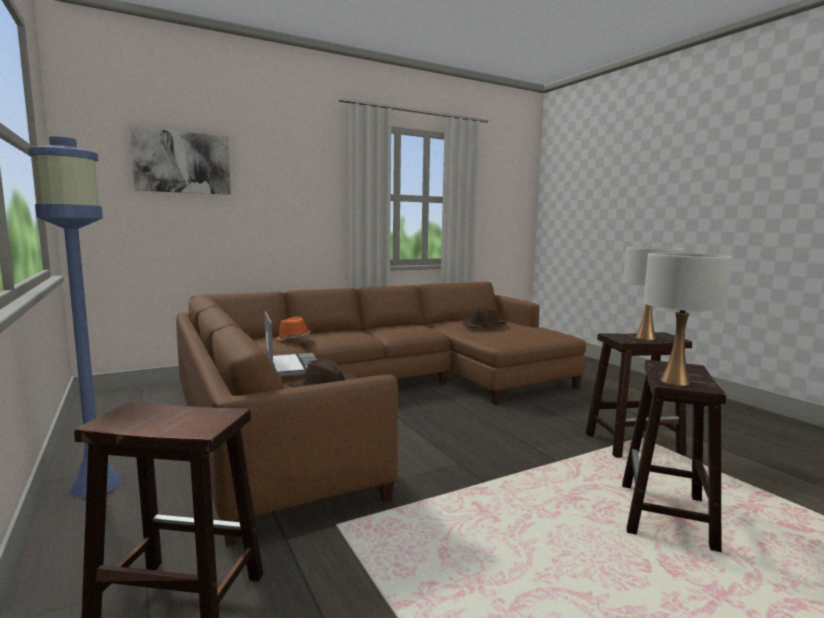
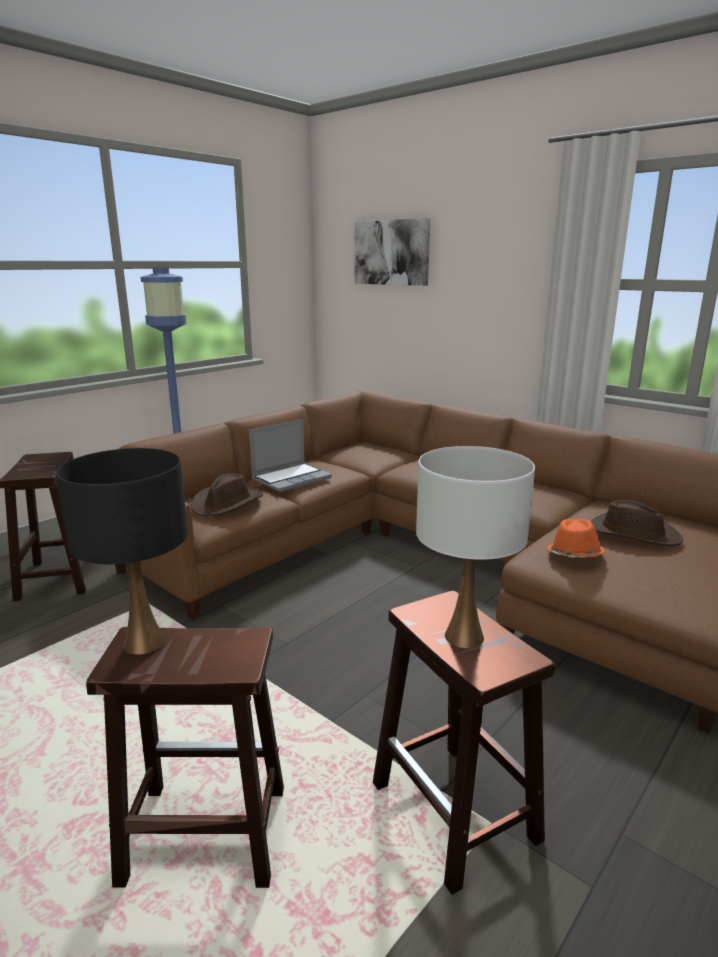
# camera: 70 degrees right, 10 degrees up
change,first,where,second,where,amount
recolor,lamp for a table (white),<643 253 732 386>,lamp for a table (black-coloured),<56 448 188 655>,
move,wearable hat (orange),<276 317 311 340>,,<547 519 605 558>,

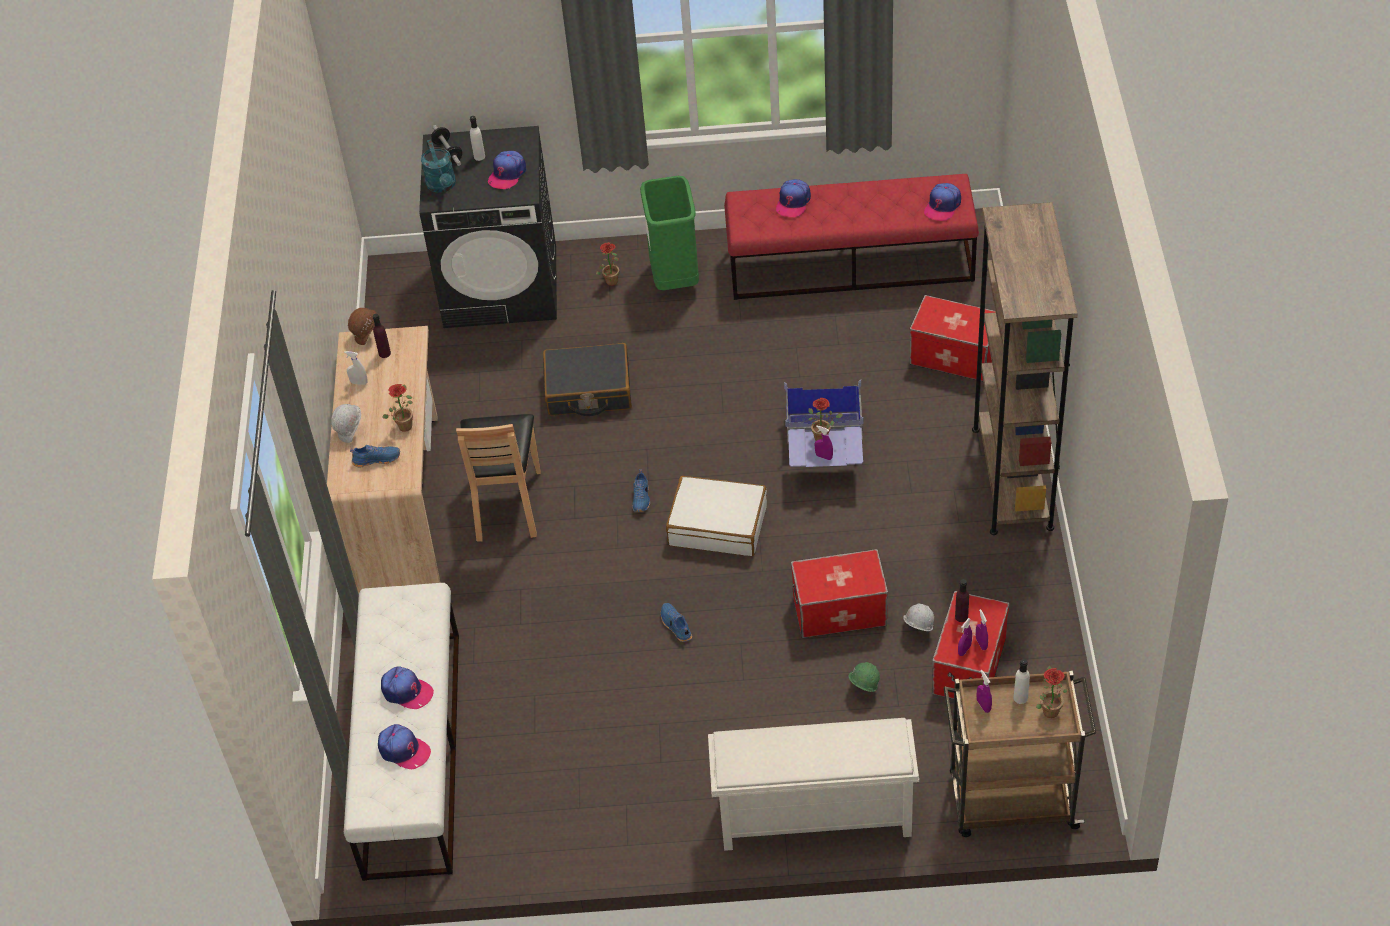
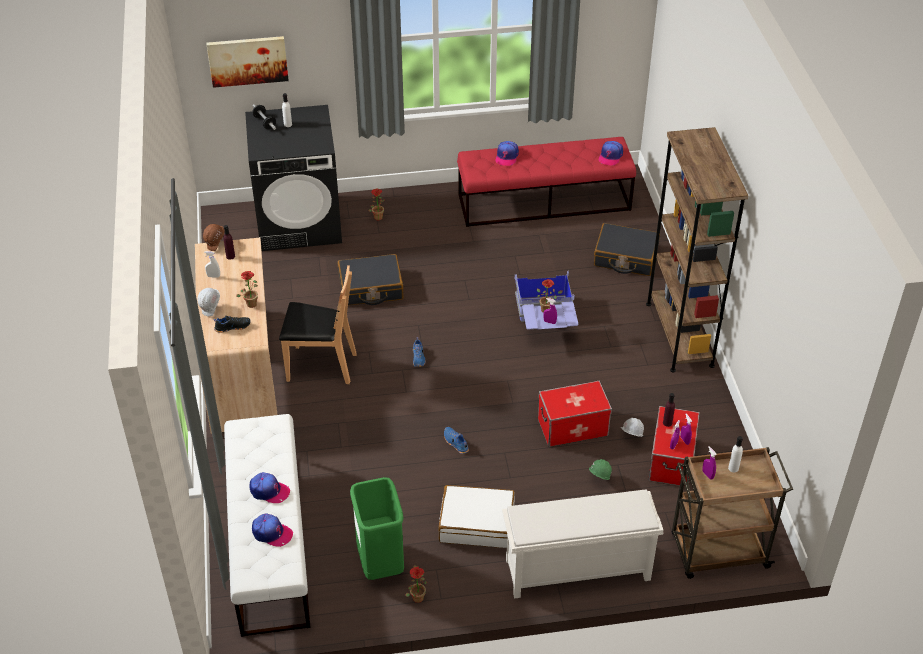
# camera: 10 degrees left, 5 degrees down
change,first,where,second,where,amount
delete,watering pot (turquoise),<421 139 456 193>,,,
delete,baseball cap,<488 151 526 189>,,,
move,trash can (green-coloured),<640 176 699 290>,,<350 477 404 580>,
replace,storage bin,<909 295 996 381>,piece of luggage (black-coloured),<594 223 660 276>,
rotate,chair (brownish),<456 414 541 541>,,<279 265 357 384>,75 degrees counterclockwise
recolor,item of footwear (bluish),<350 445 400 467>,item of footwear (black-coloured),<214 316 250 333>,
move,piece of luggage (white),<666 476 767 556>,,<438 485 515 548>,
move,potted plant,<1036 666 1068 718>,,<406 565 427 603>,
insert,,,wall picture,<206 36 289 88>,

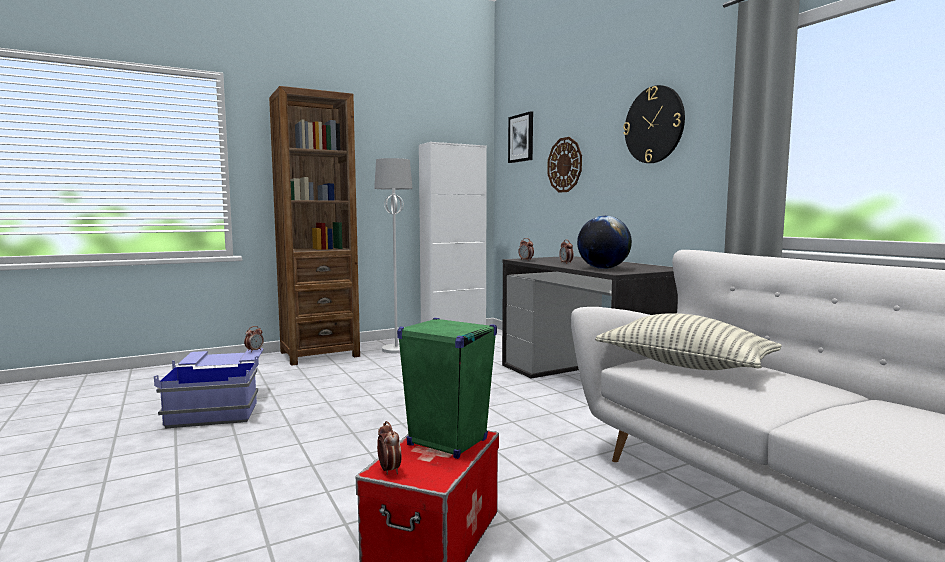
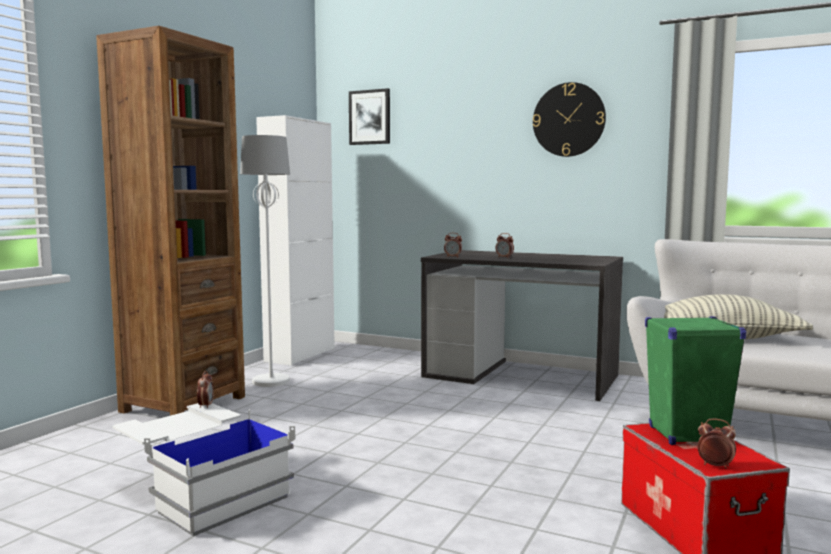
# camera: 35 degrees left, 0 degrees up
change,first,where,second,where,amount
delete,clock on the wall,<547 137 582 193>,,,
delete,desk globe,<577 216 632 269>,,,
recolor,storage bin (bluish),<154 348 264 429>,storage bin (white),<113 403 295 536>,

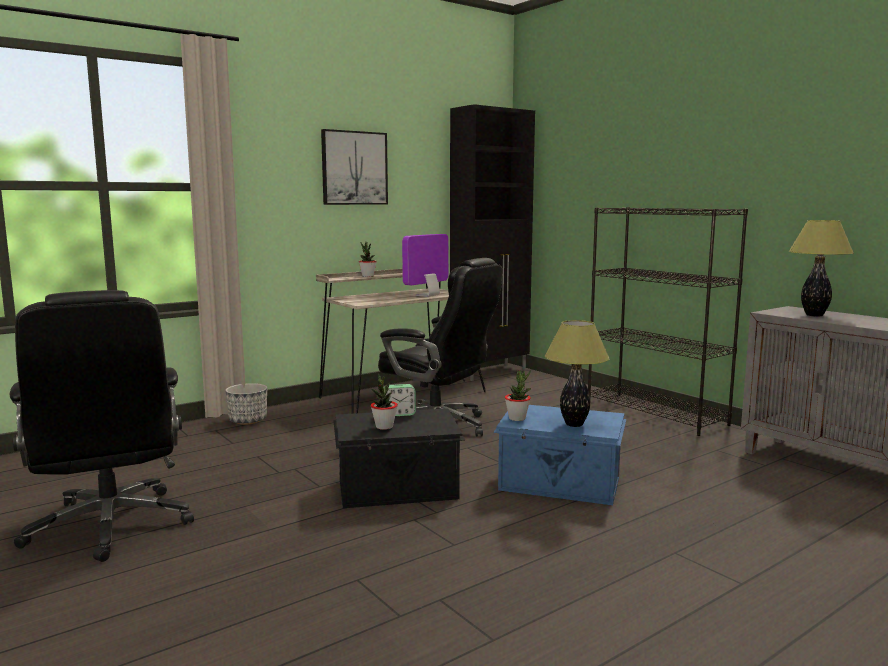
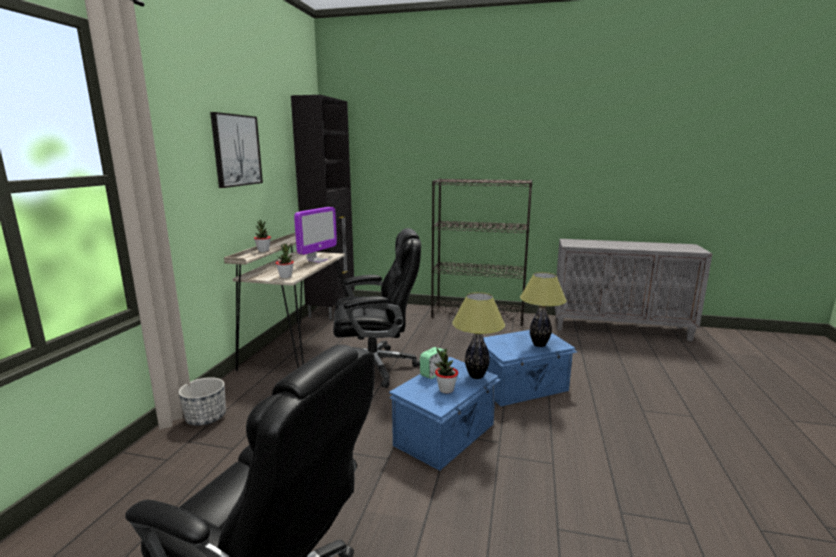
# camera: 40 degrees left, 5 degrees up
change,first,where,second,where,amount
move,lamp for a table,<789 220 854 317>,,<452 292 505 379>,
rotate,computer display,<402 234 448 297>,,<294 207 337 263>,150 degrees counterclockwise
move,potted plant,<505 370 531 421>,,<276 243 294 278>,
recolor,storage bin (black-coloured),<334 408 465 508>,storage bin (bluish),<389 357 501 471>,

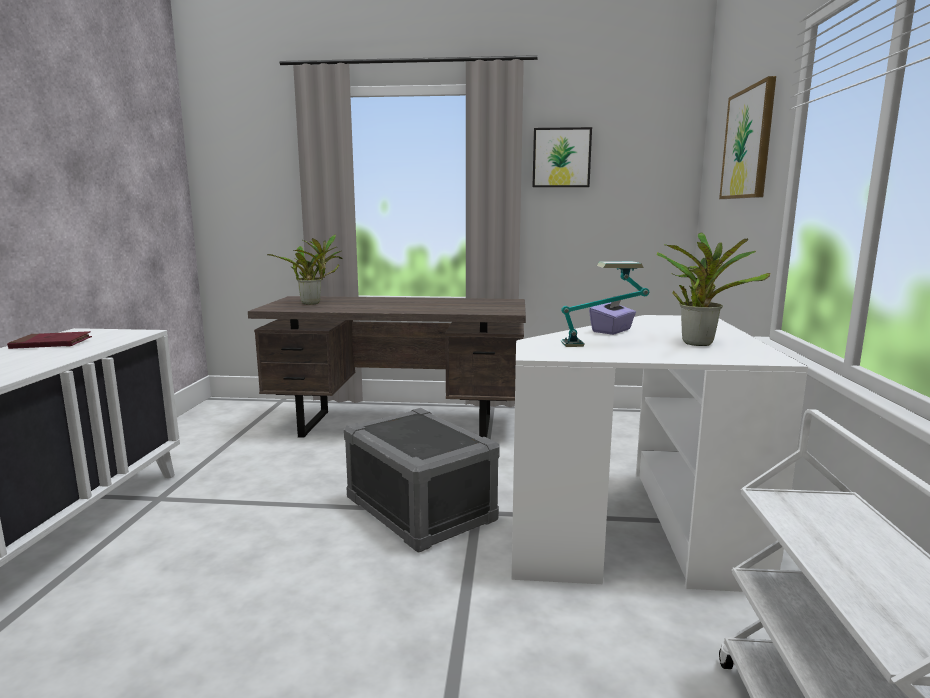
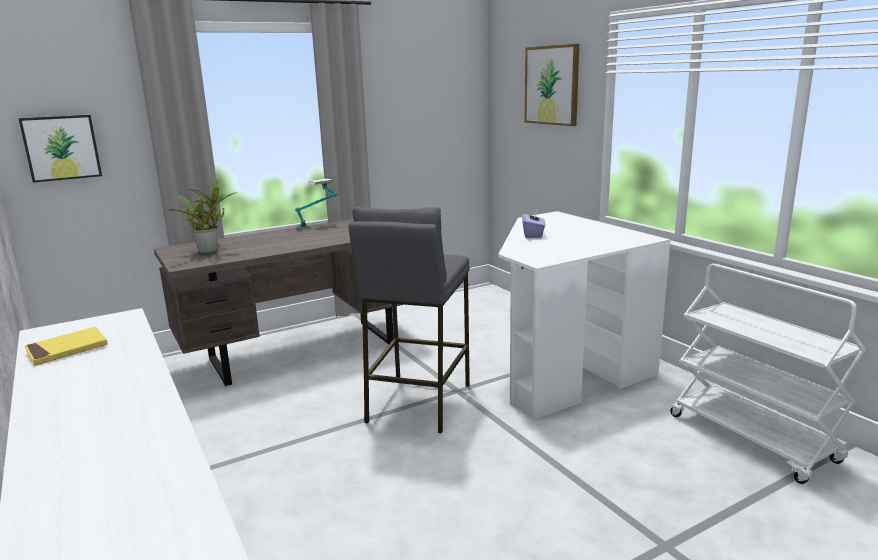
# camera: 35 degrees left, 5 degrees up
change,first,where,second,where,amount
move,wall picture,<533 127 592 187>,,<19 115 102 183>,
delete,potted plant,<656 232 770 346>,,,
move,lamp for a table,<561 261 649 347>,,<295 178 338 230>,
recolor,bound book (red),<7 331 92 349>,bound book (yellowish),<25 327 108 366>,
replace,storage bin (gray),<344 408 500 553>,stool (gray),<349 207 470 433>,

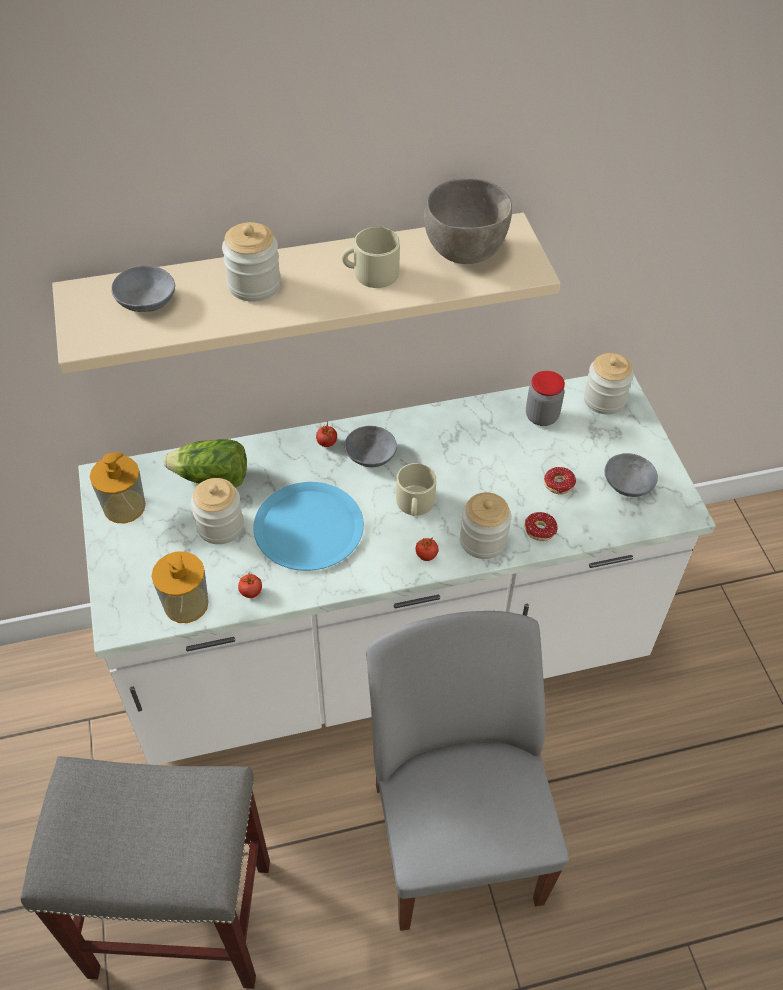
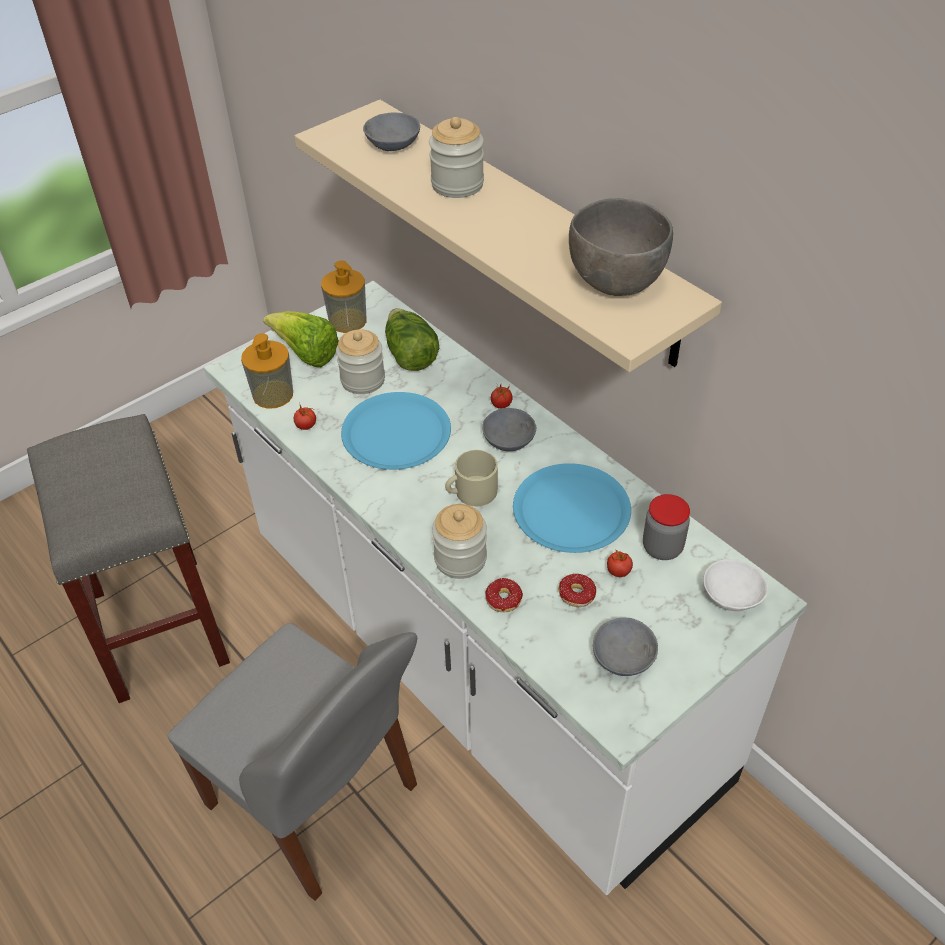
# camera: 65 degrees right, 5 degrees down
change,first,where,second,where,amount
delete,coffee mug (beige),<342 227 400 288>,,,
replace,jar,<584 353 634 414>,bowl (white),<703 559 768 611>,
move,tomato,<416 537 439 561>,,<607 550 633 577>,
rotate,chair (gray),<367 611 569 931>,,<167 623 417 901>,75 degrees clockwise
insert,,,lettuce head,<263 311 339 367>,
insert,,,flat dish (bluish),<513 463 631 553>,

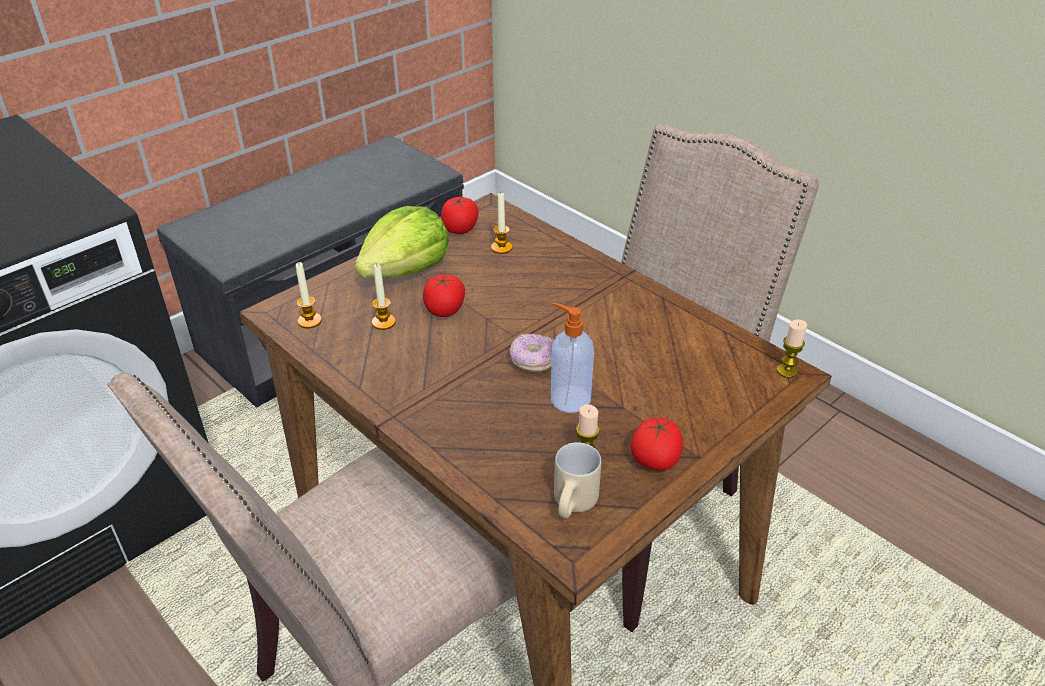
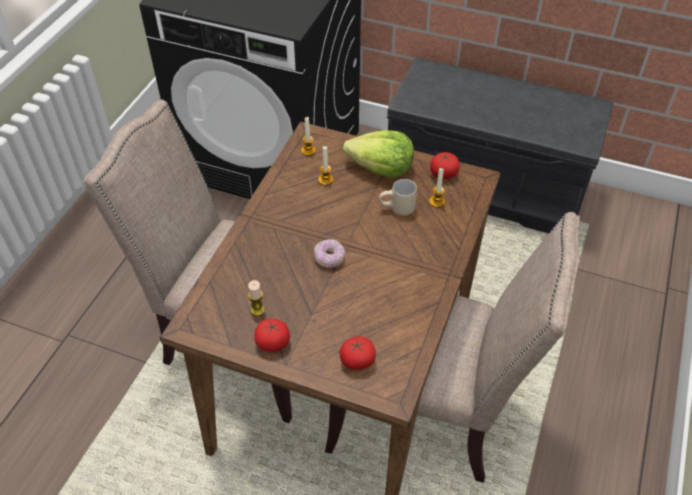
# camera: 65 degrees right, 10 degrees up
change,first,where,second,where,amount
move,tomato,<423 274 465 317>,,<340 336 376 370>,
delete,soap bottle,<551 302 594 413>,,,
delete,candle,<777 319 807 378>,,,
move,coffee mug (beige),<554 442 601 519>,,<379 179 417 216>,

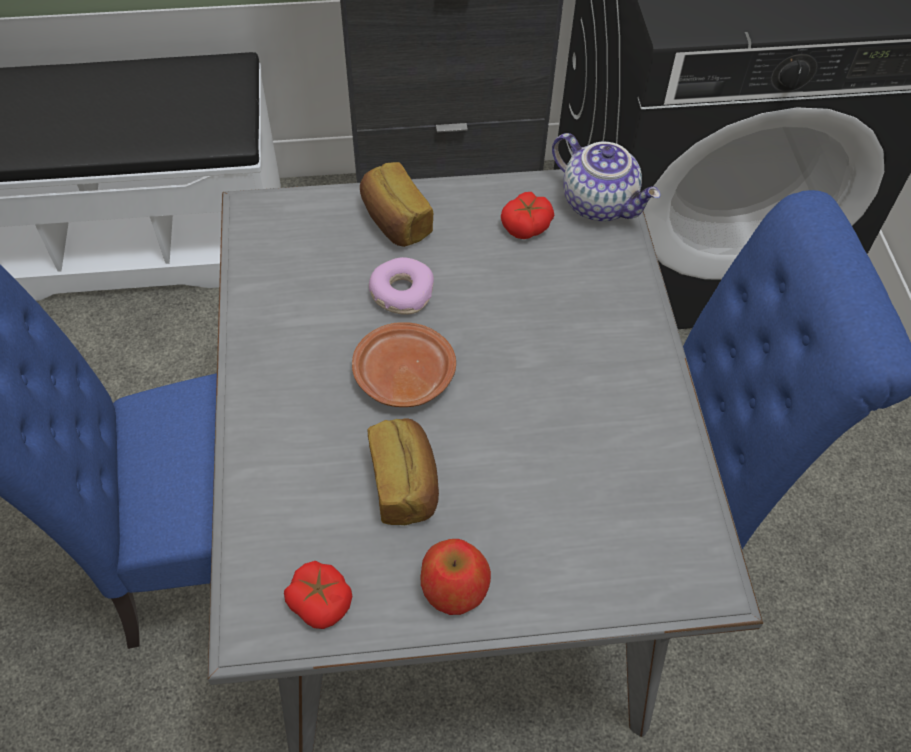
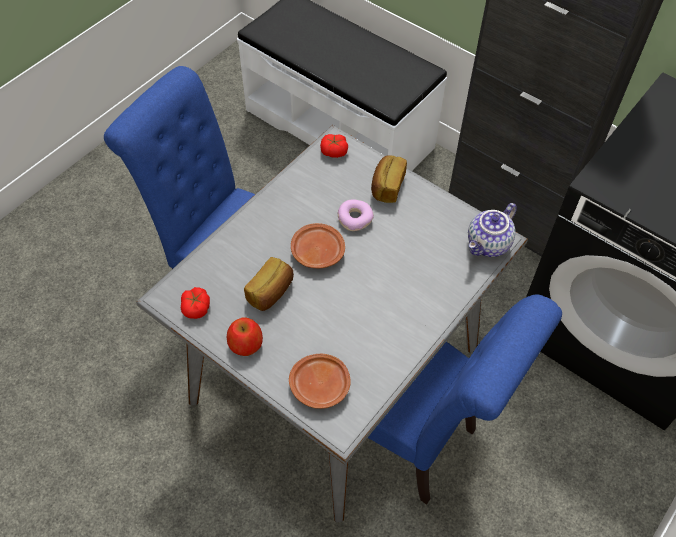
# camera: 45 degrees right, 0 degrees up
change,first,where,second,where,amount
rotate,pot for tea,<552 133 661 222>,,<468 203 517 257>,45 degrees clockwise
move,tomato,<501 192 554 239>,,<320 134 348 158>,
insert,,,flat dish (brownish),<289 354 351 409>,

